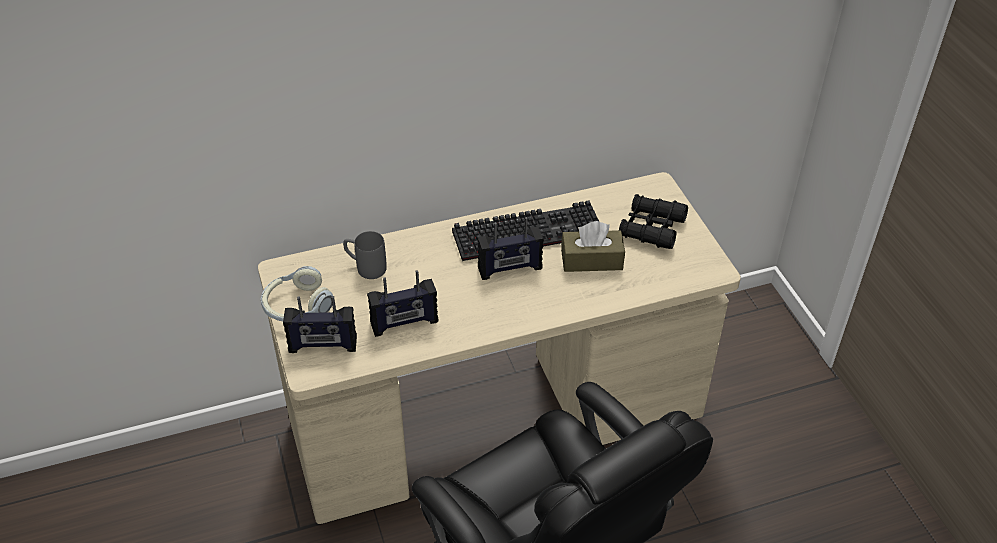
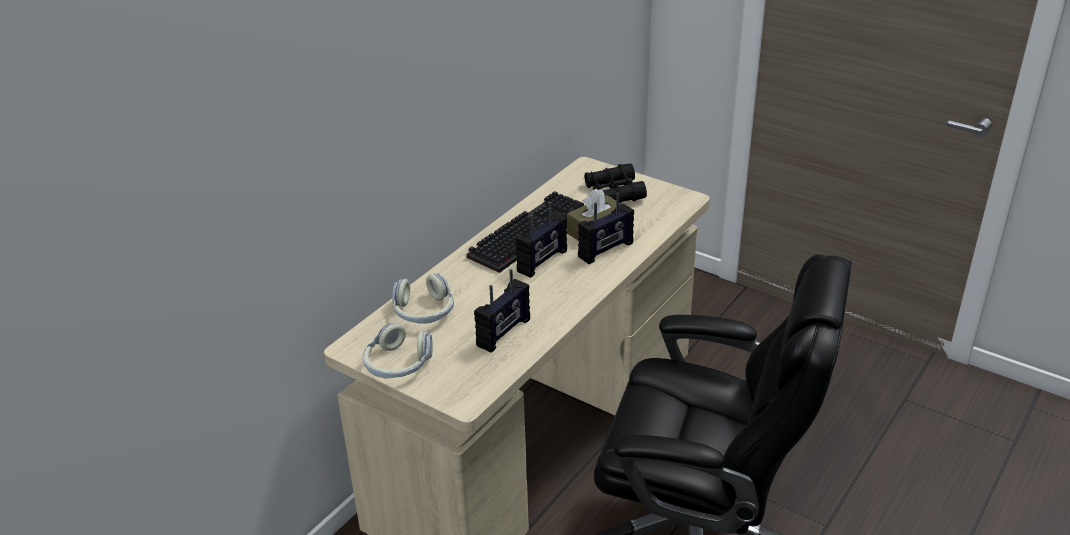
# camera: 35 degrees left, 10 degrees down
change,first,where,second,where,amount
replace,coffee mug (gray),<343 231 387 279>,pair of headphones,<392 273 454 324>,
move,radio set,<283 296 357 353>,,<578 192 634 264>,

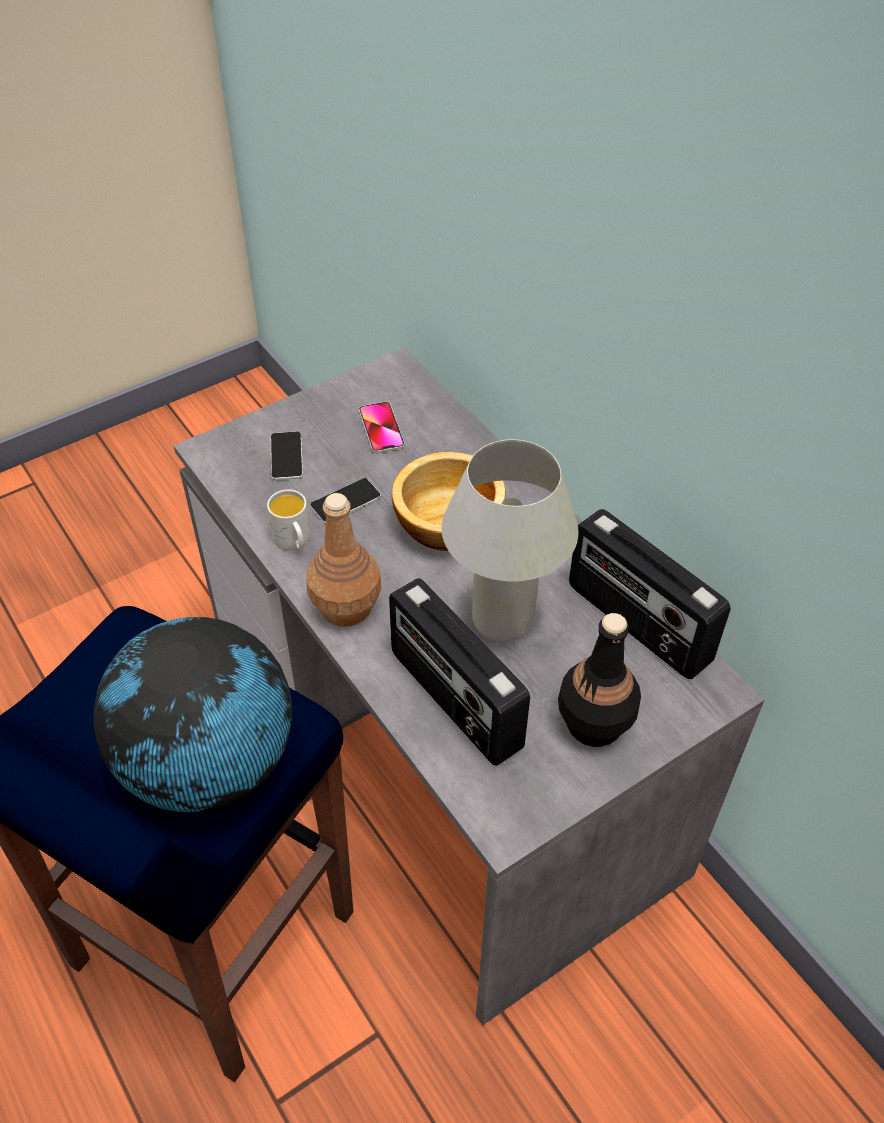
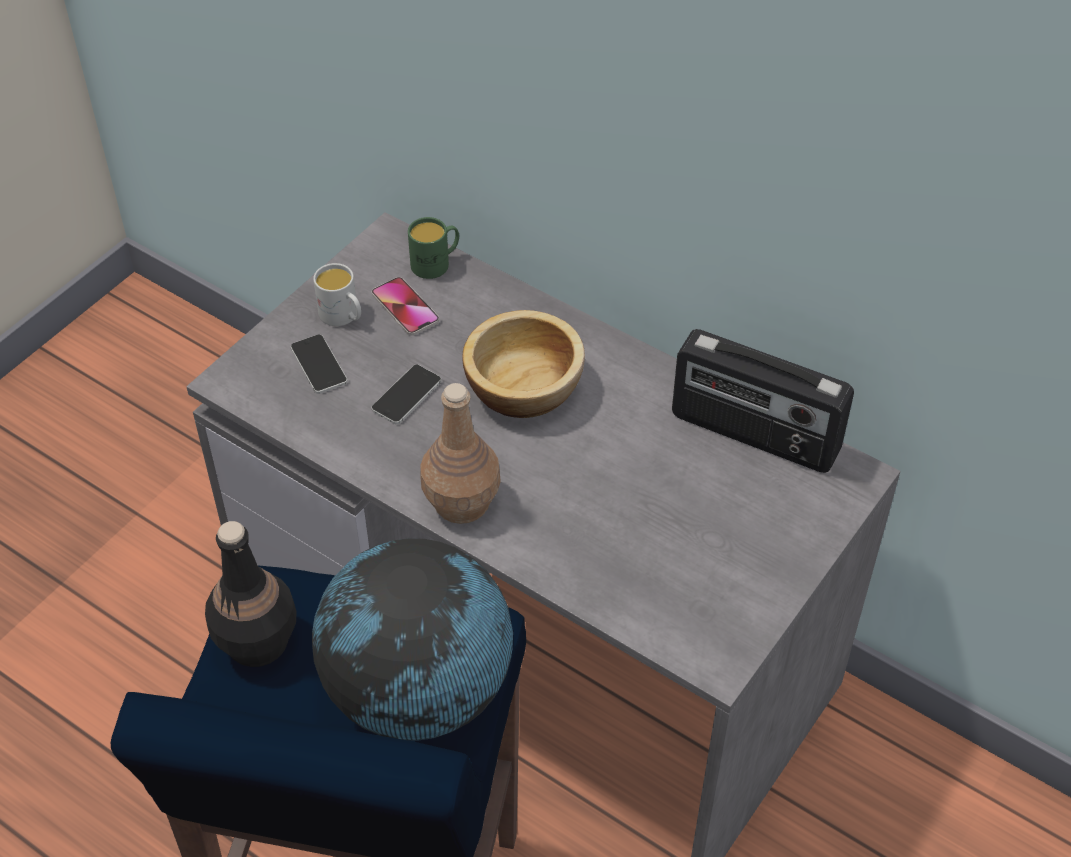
# camera: 20 degrees left, 0 degrees up
change,first,where,second,where,amount
delete,lamp for a table (white),<442 439 578 642>,,,
move,coffee mug (white),<267 489 310 551>,,<313 263 361 326>,
delete,radio set,<389 578 530 766>,,,
move,beverage bottle (black-coloured),<558 613 641 747>,,<205 521 297 667>,
insert,,,coffee mug (green-coloured),<408 217 459 279>,

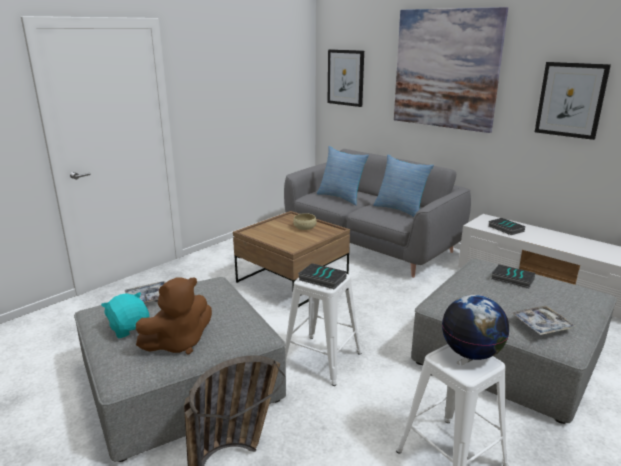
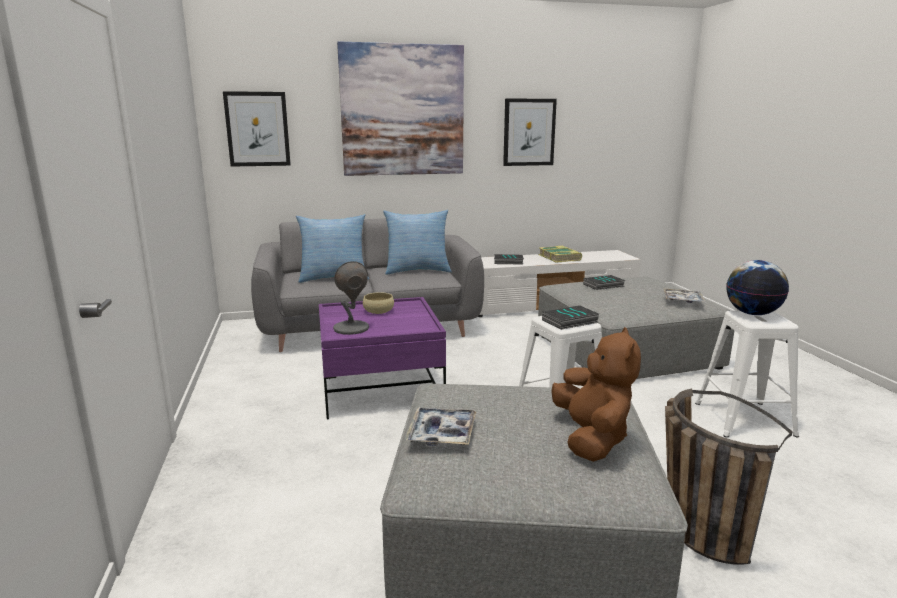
# camera: 55 degrees left, 5 degrees down
change,first,where,second,where,amount
recolor,coffee table (brownish),<233 211 350 307>,coffee table (purple-coloured),<319 297 446 419>,
delete,plush toy (turquoise),<101 292 149 338>,,,
insert,,,bound book,<539 245 582 263>,
insert,,,lamp for a table (gray),<333 261 369 335>,

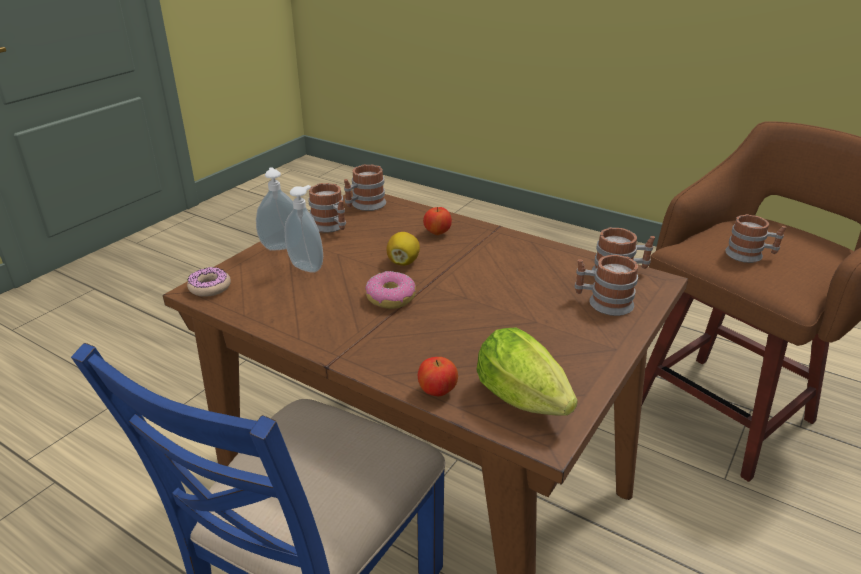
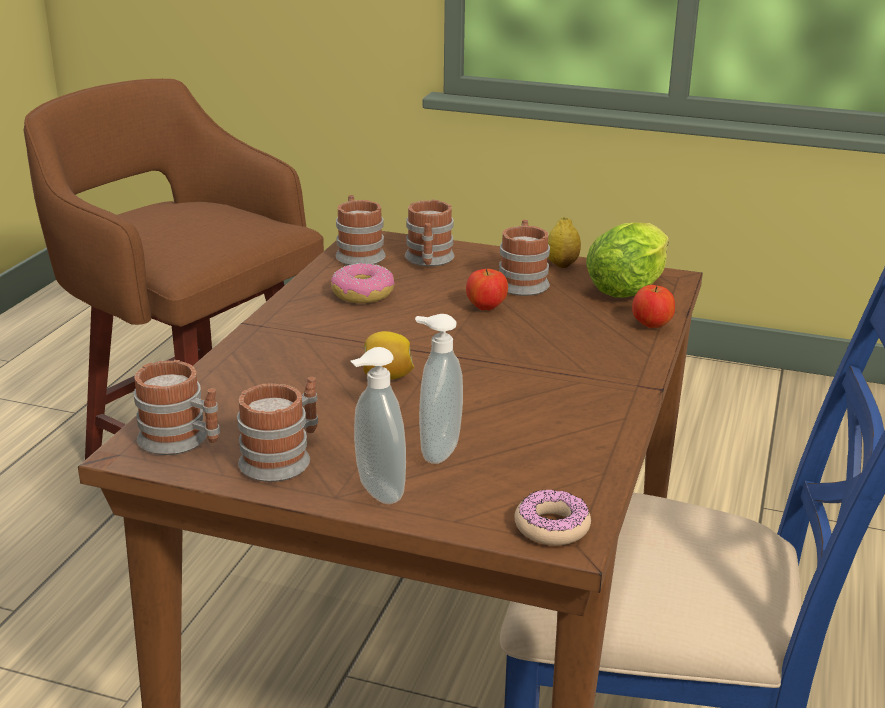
# camera: 105 degrees left, 5 degrees down
change,first,where,second,where,amount
move,whole apple,<423 207 452 235>,,<466 269 508 310>,
move,coffee mug,<725 214 786 263>,,<499 219 550 296>,
move,donut,<365 271 416 309>,,<331 263 395 303>,
insert,,,whole lemon,<548 217 581 268>,

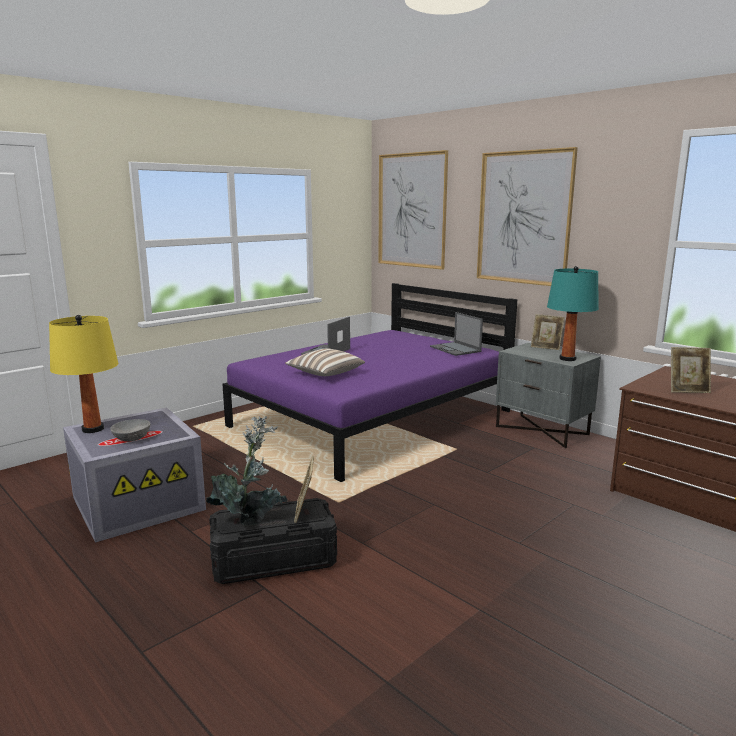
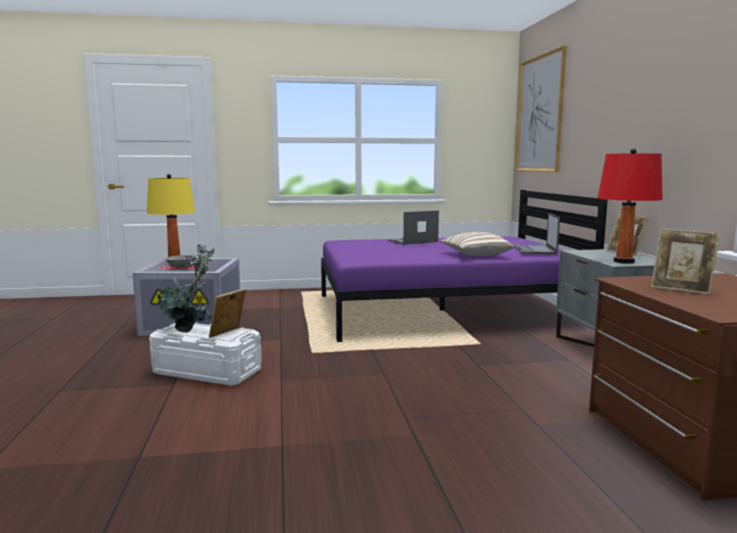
# camera: 35 degrees right, 5 degrees down
change,first,where,second,where,amount
delete,wall picture,<477 147 578 286>,,,
recolor,lamp for a table (turquoise),<547 266 599 361>,lamp for a table (red),<598 148 663 264>,
move,cushion,<285 348 365 376>,,<441 232 514 256>,
recolor,storage bin (black-coloured),<209 498 337 584>,storage bin (white),<149 322 262 386>,

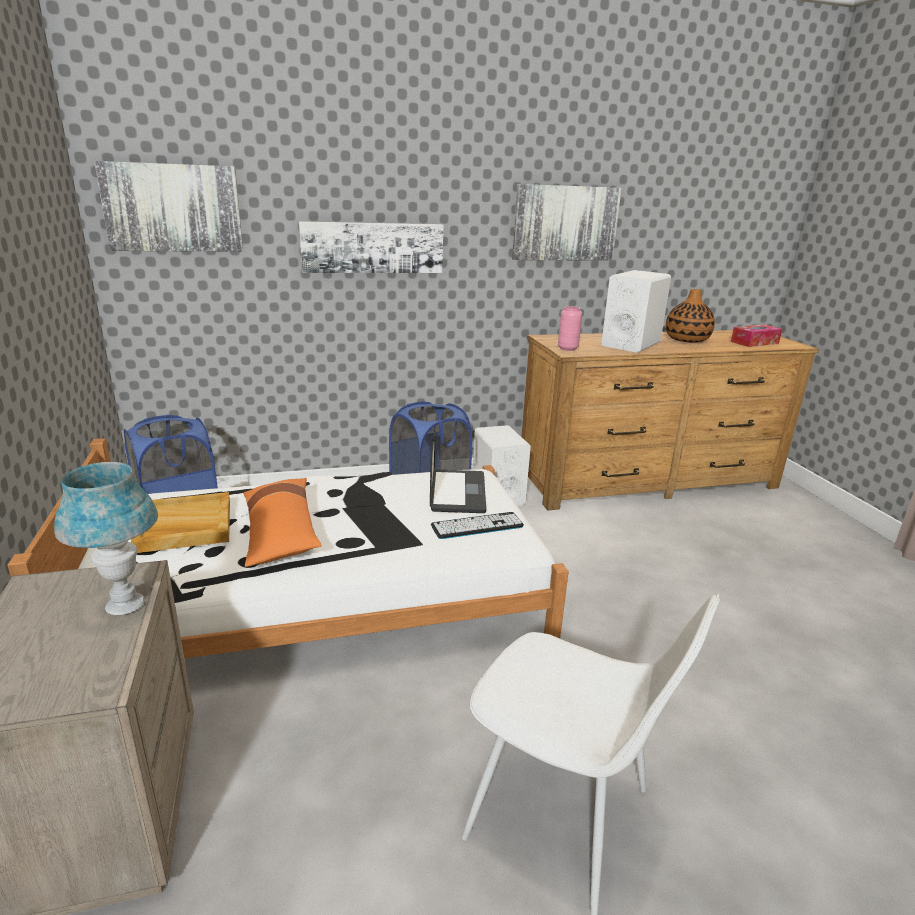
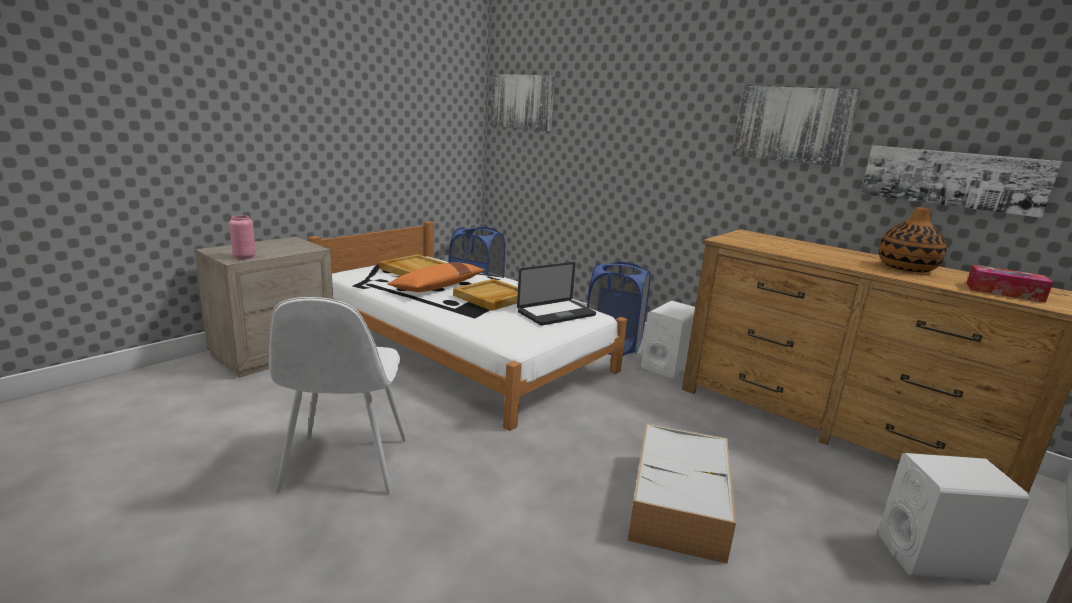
# camera: 55 degrees right, 5 degrees down
change,first,where,second,where,amount
move,wall picture,<299 221 443 273>,,<860 146 1062 218>,
move,speaker (white),<602 270 671 353>,,<878 453 1029 581>,
move,vase (pink),<558 306 582 351>,,<229 215 256 260>,
delete,lamp for a table (bluish),<54 462 158 616>,,,
delete,keyboard,<431 512 524 539>,,,
insert,,,serving tray (beige),<453 279 518 311>,
insert,,,storage bin,<628 423 736 564>,

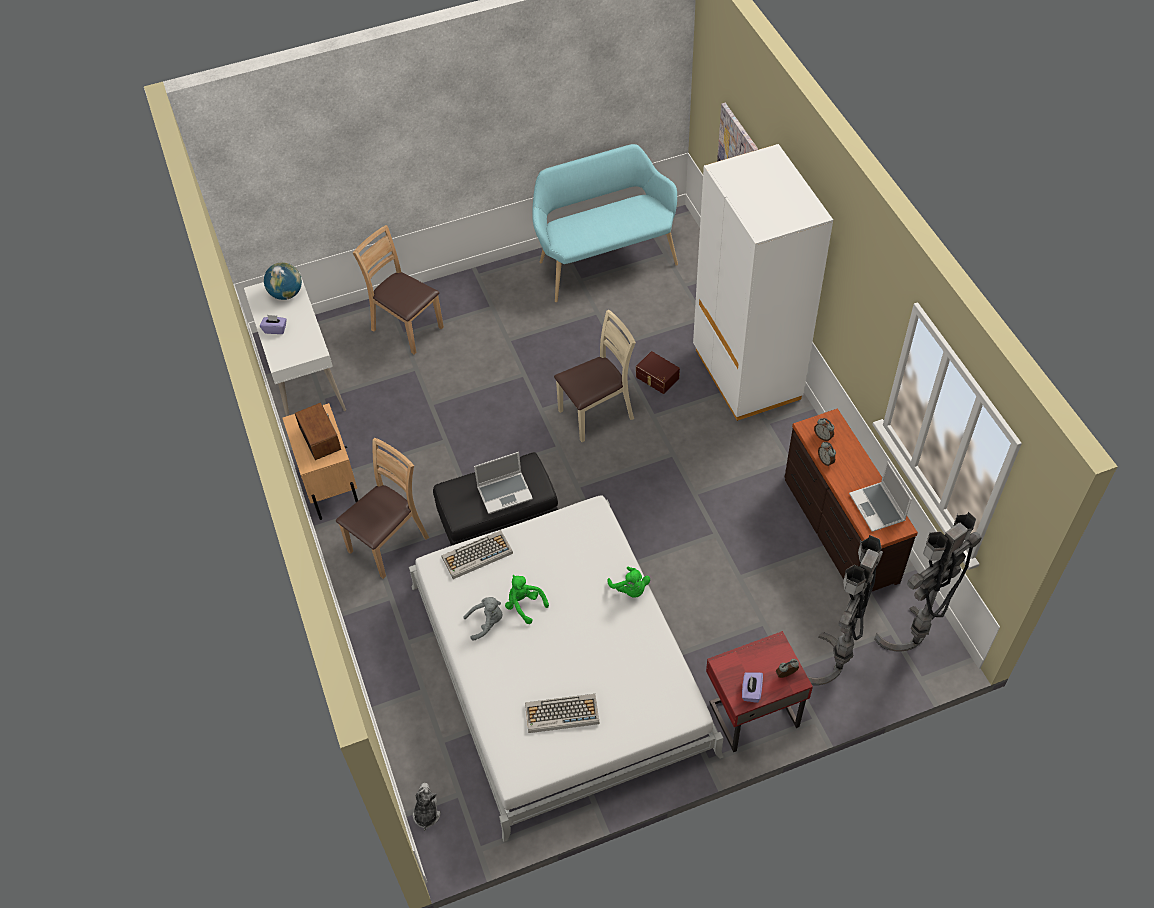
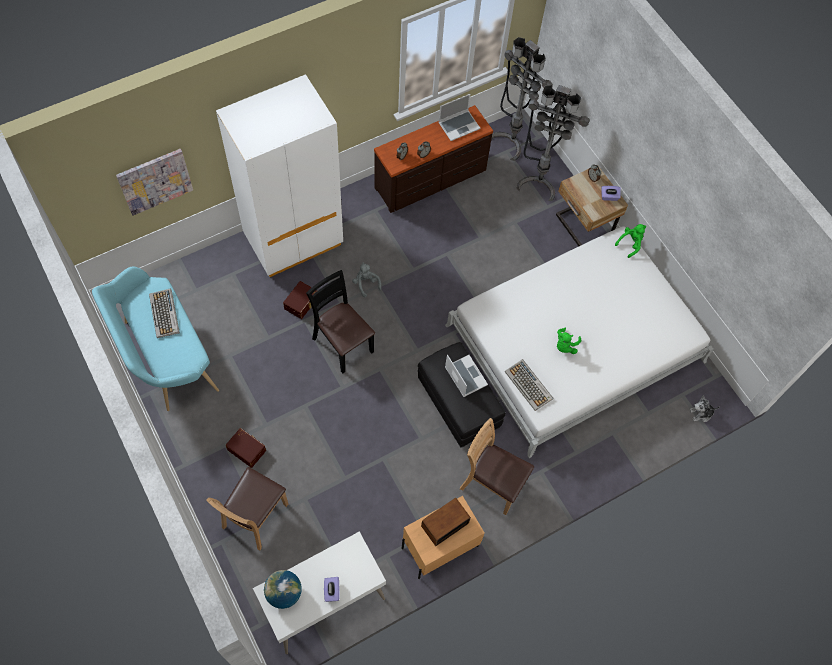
# camera: 105 degrees left, 10 degrees up
change,first,where,second,where,amount
recolor,chair (beige),<554 310 636 442>,chair (black-coloured),<306 270 375 374>,
move,plush toy (green-coloured),<607 567 650 598>,,<615 224 646 258>,
move,plush toy (gray),<463 597 503 641>,,<352 262 381 297>,
recolor,bedside table (red),<706 631 813 752>,bedside table (beige),<556 165 628 246>,
move,keyboard,<525 694 599 733>,,<149 289 180 338>,
insert,,,storage bin (brownish),<226 428 266 468>,

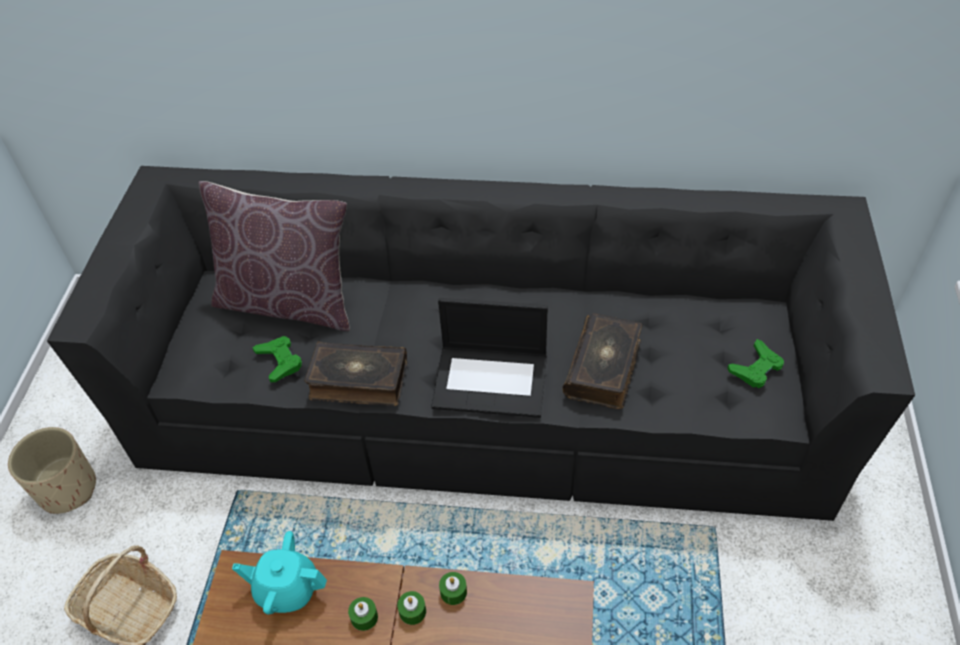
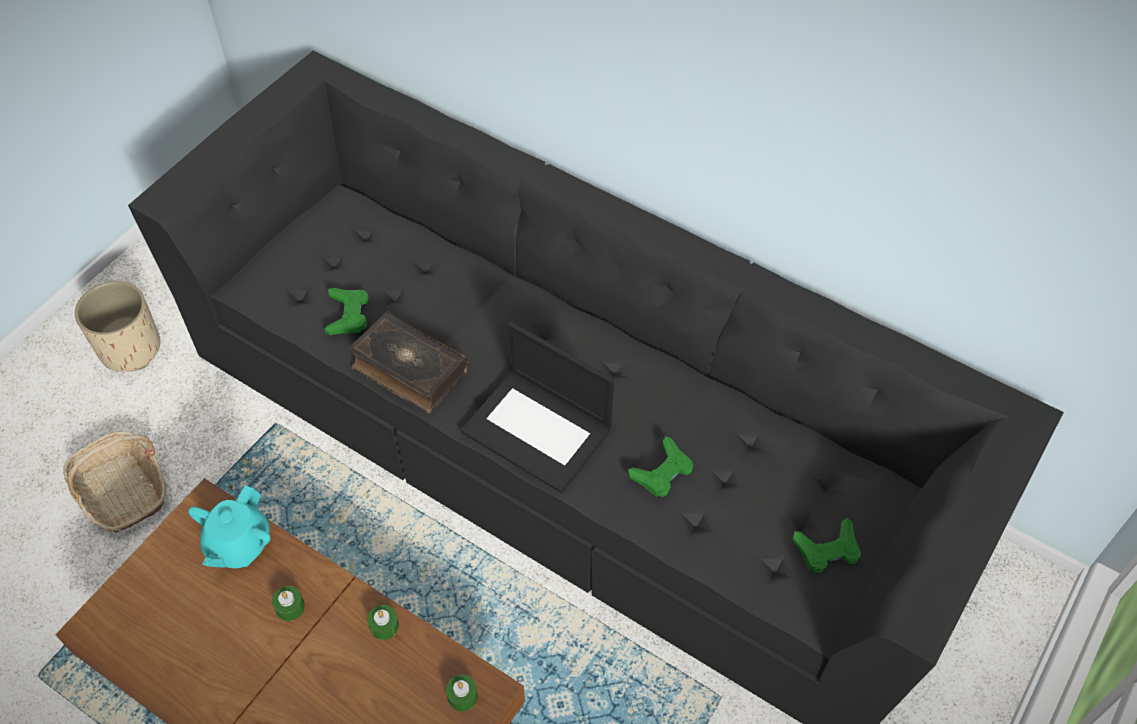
# camera: 25 degrees right, 5 degrees up
change,first,where,second,where,amount
delete,cushion (brownish),<199 181 350 331>,,,
replace,bound book,<563 313 642 409>,joypad (green-coloured),<628 436 693 497>,
rotate,pot for tea (turquoise),<232 531 327 614>,,<188 485 271 568>,105 degrees counterclockwise
move,candle (green-coloured),<397 591 426 625>,,<446 675 478 711>,

